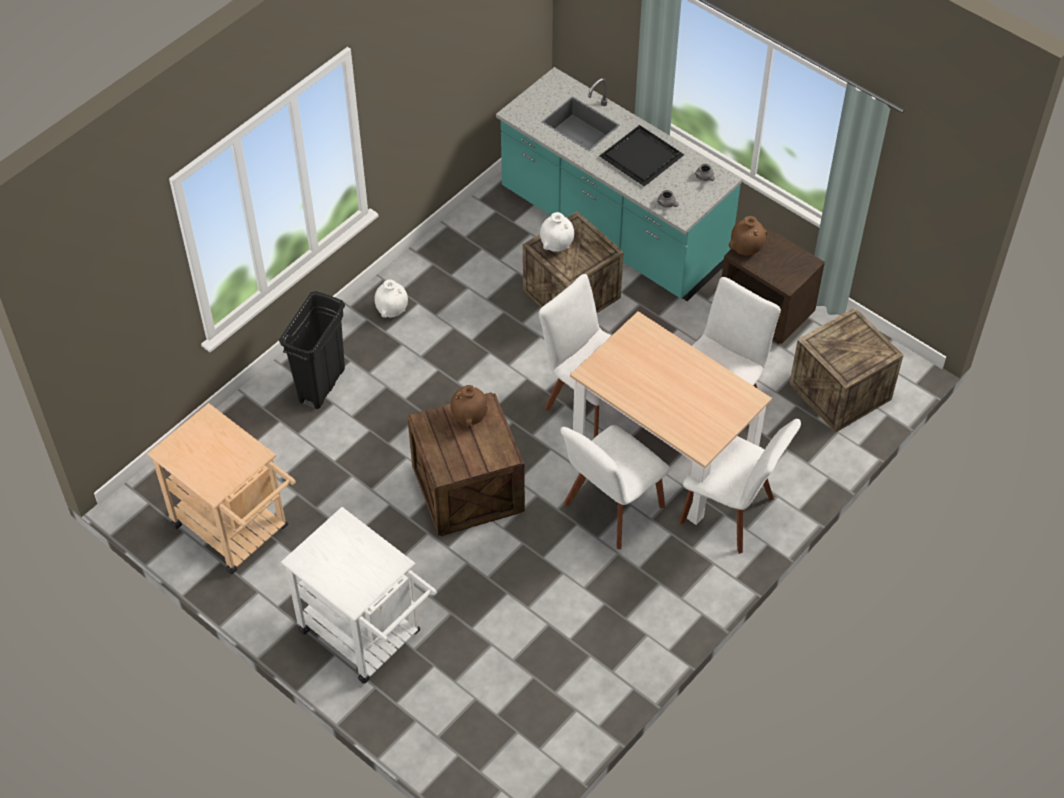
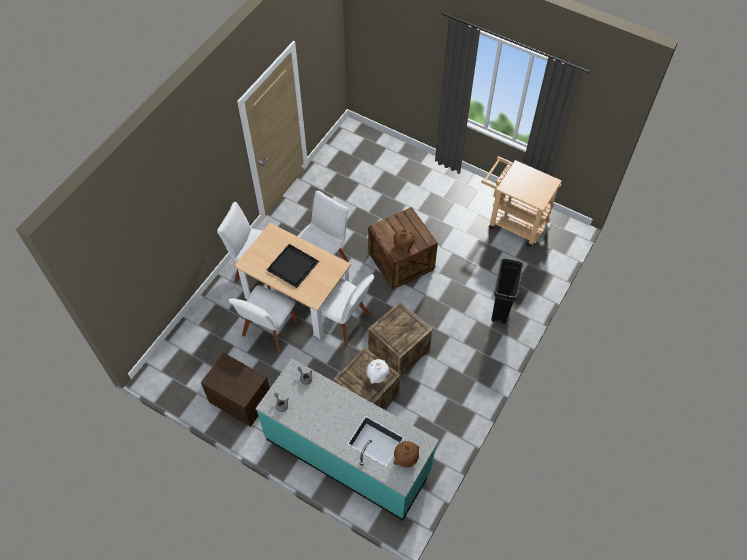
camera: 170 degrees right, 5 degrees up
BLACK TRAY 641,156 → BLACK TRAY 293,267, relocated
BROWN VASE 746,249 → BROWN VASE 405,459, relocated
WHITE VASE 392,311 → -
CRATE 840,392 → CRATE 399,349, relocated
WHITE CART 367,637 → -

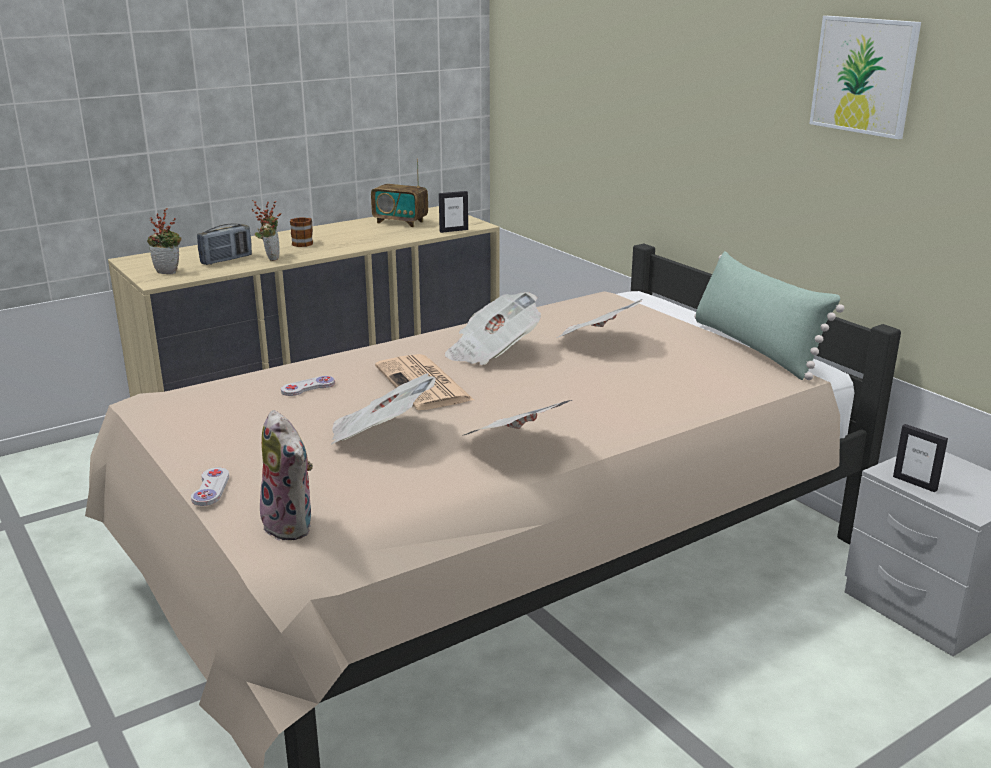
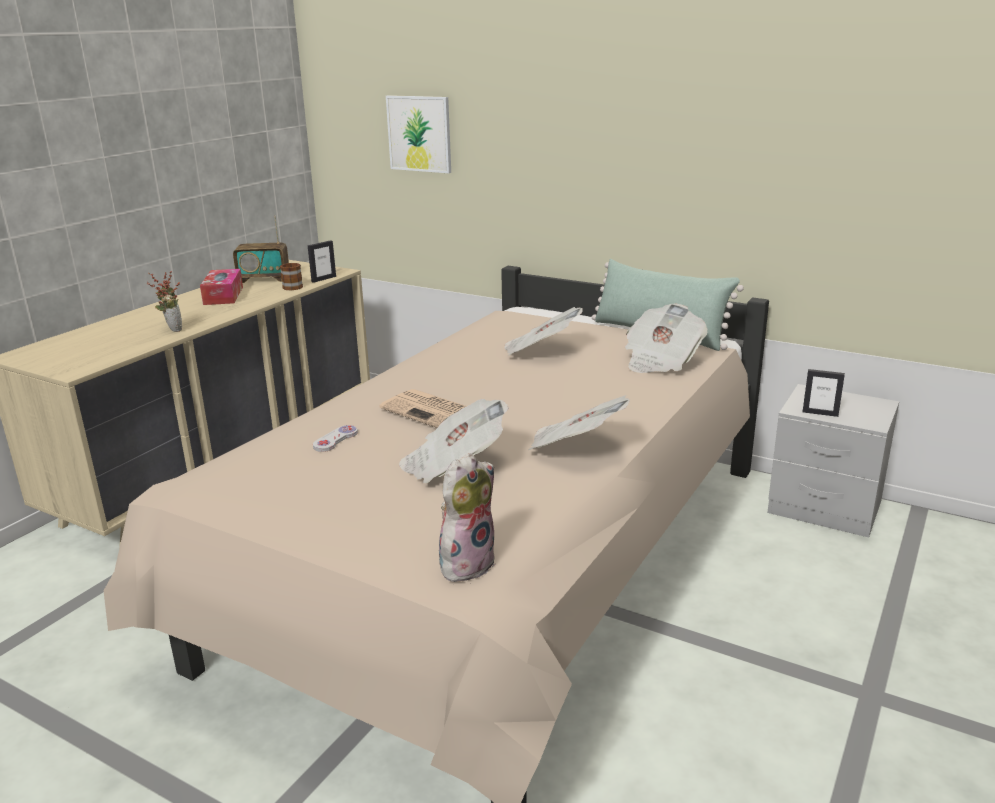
camera: 25 degrees left, 0 degrees up
PICTURE 864,75 → PICTURE 419,133, relocated
POTTED PLANT 169,272 → -
MUG 304,242 → MUG 293,286, relocated
RADIO 226,260 → -
NEWSPAPER 492,352 → NEWSPAPER 660,361, relocated
PLUSH TOY 292,525 → PLUSH TOY 466,563, 75 degrees counterclockwise
WHITE GAME CONTROLLER 211,488 → -
- → TISSUE BOX 223,295

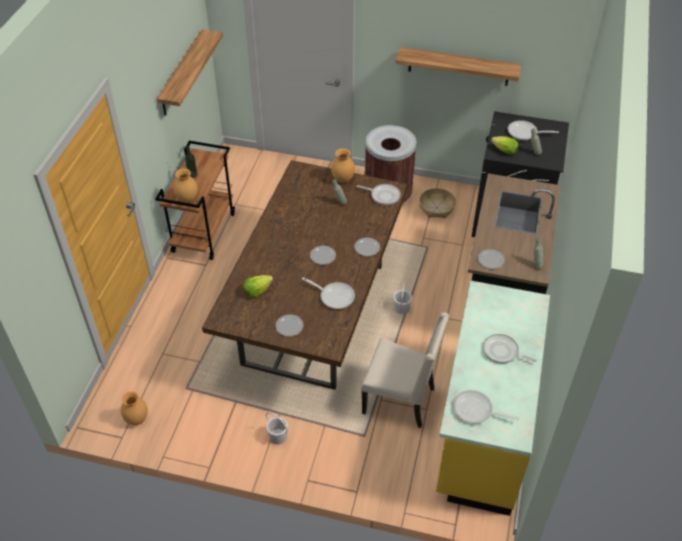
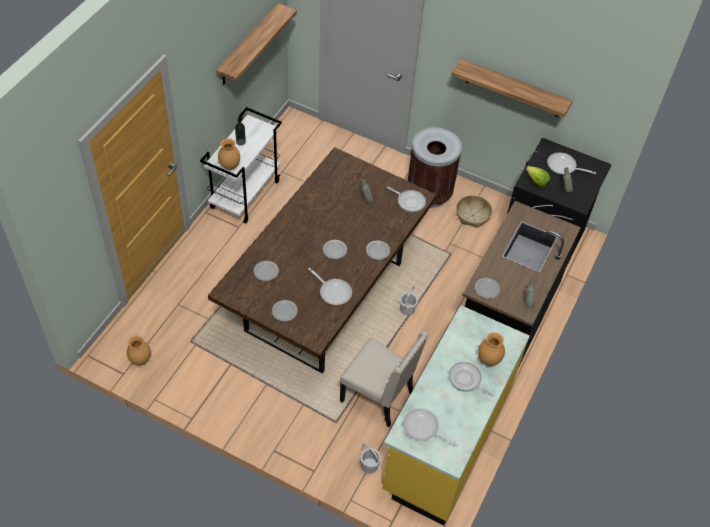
camera: 10 degrees right, 5 degrees up
BROWN CART 203,232 → WHITE CART 245,194
BROWN VASE 342,180 → BROWN VASE 488,360, relocated
LETTUCE 257,291 → PLATE 265,271
WHITE BUCKET 278,436 → WHITE BUCKET 369,465, relocated

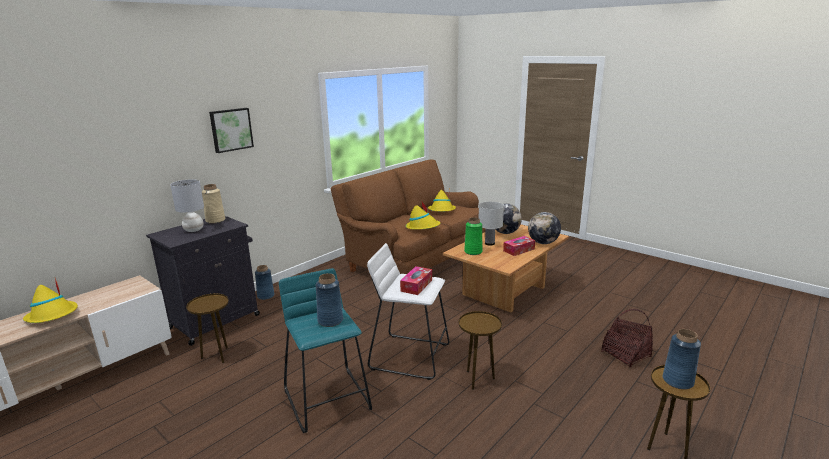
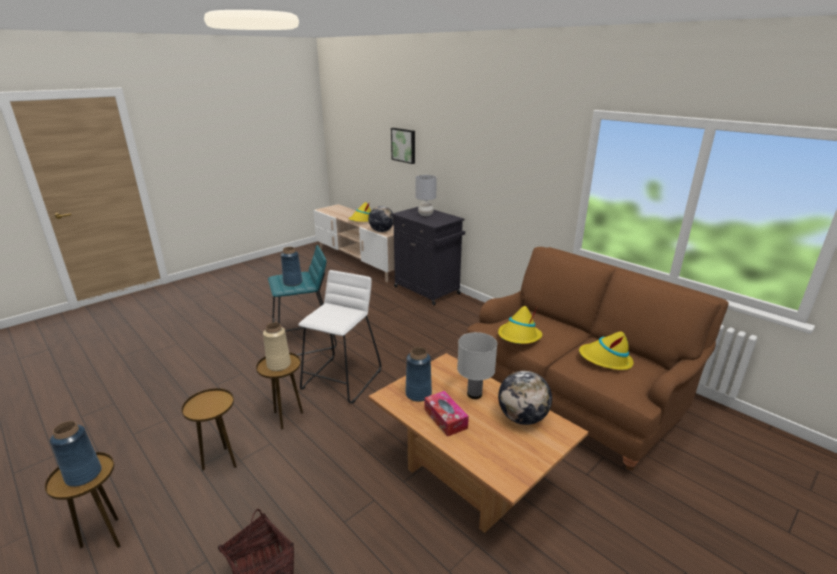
camera: 95 degrees right, 5 degrees up
PICTURE 231,129 → PICTURE 404,145, relocated
BEIGE VASE 215,220 → BEIGE VASE 279,365, relocated
GLOBE 543,243 → GLOBE 381,231, relocated
GREEN VASE 473,252 → -
BLUE VASE 266,296 → BLUE VASE 418,394, relocated
TISSUE BOX 416,285 → -
BROWN SIDE TABLE 217,356 → BROWN SIDE TABLE 221,461, relocated

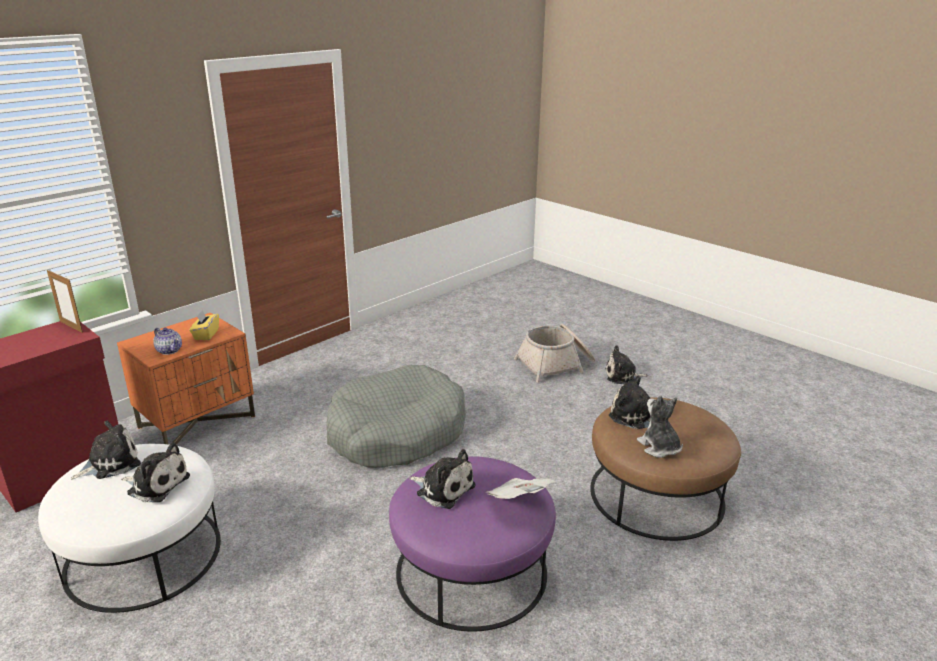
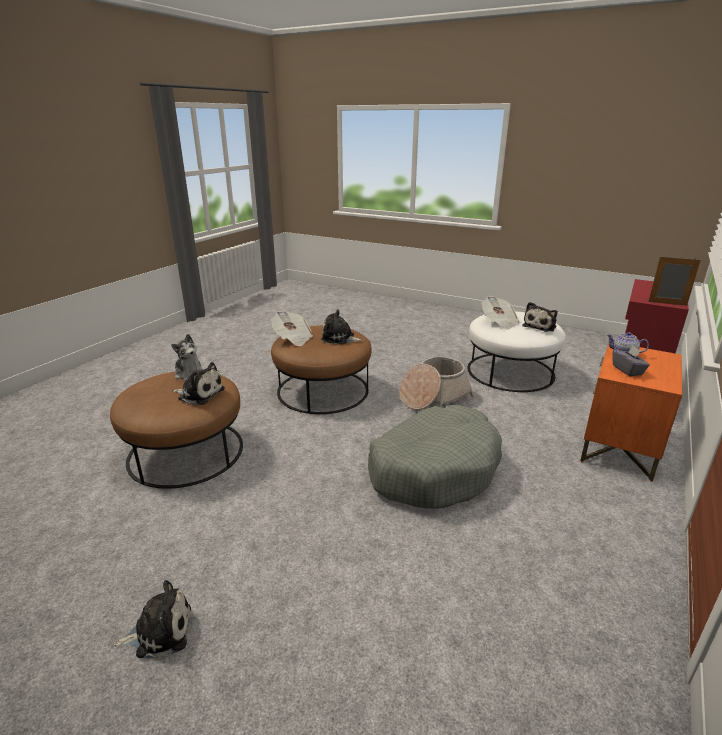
camera: 165 degrees right, 0 degrees up
YELLOW TISSUE BOX 206,334 → GREY TISSUE BOX 627,370
BASKET 556,364 → BASKET 433,397, relocated
PLUSH TOY 156,484 → NEWSPAPER 499,322
PURPLE OTTOMAN 471,570 → BROWN OTTOMAN 323,390

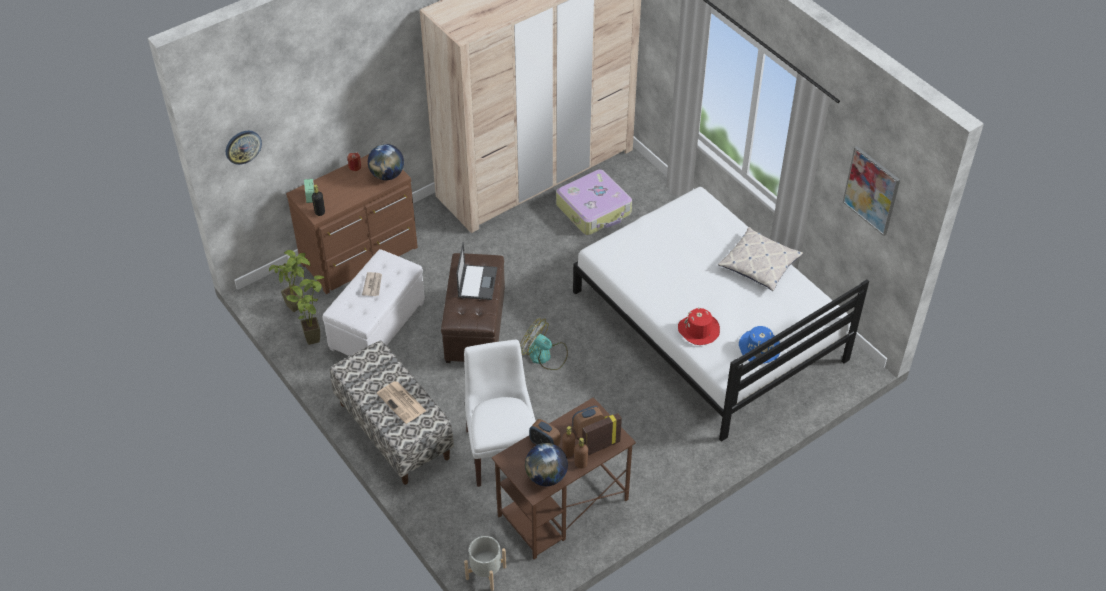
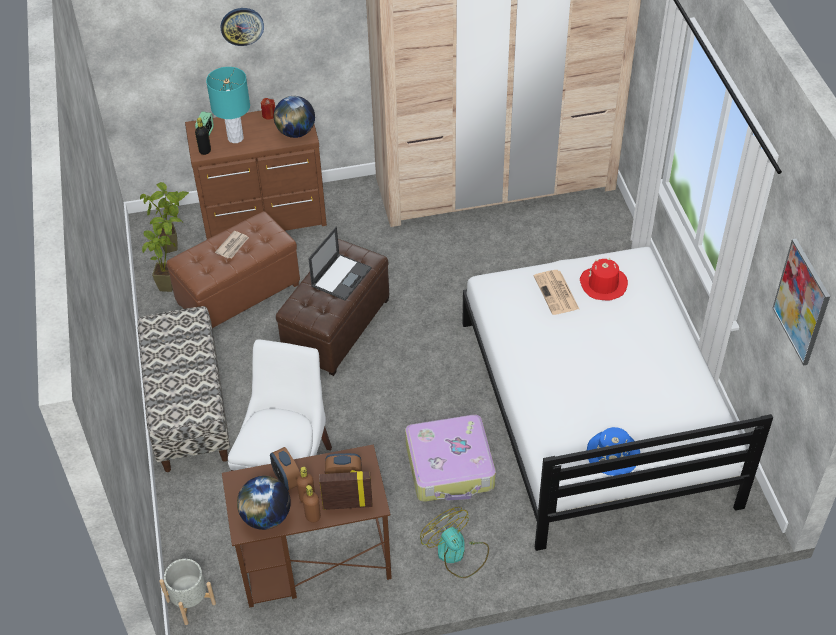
camera: 25 degrees right, 0 degrees up
WALL CLOCK 243,146 → WALL CLOCK 242,26, relocated
SUITCASE 594,210 → SUITCASE 450,467, relocated
PILLOW 759,264 → -
WHITE OTTOMAN 378,326 → BROWN OTTOMAN 239,294
RED HAT 698,330 → RED HAT 603,284, relocated
FAN 545,356 → FAN 456,554, relocated
NEWSPAPER 402,402 → NEWSPAPER 557,293, relocated
- → TURQUOISE TABLE LAMP 236,138

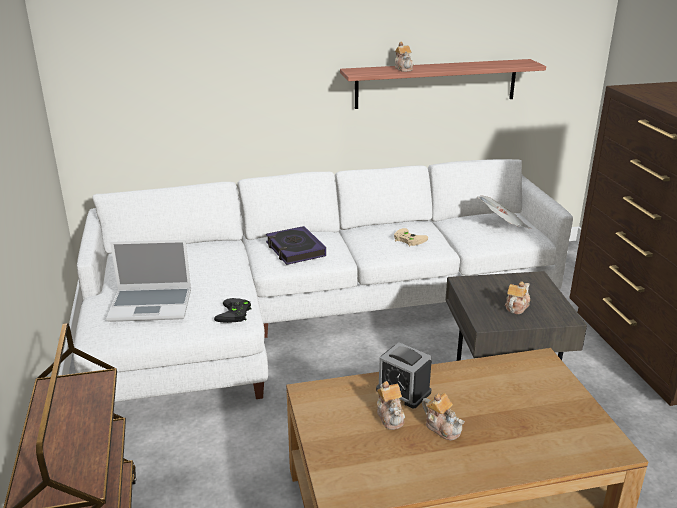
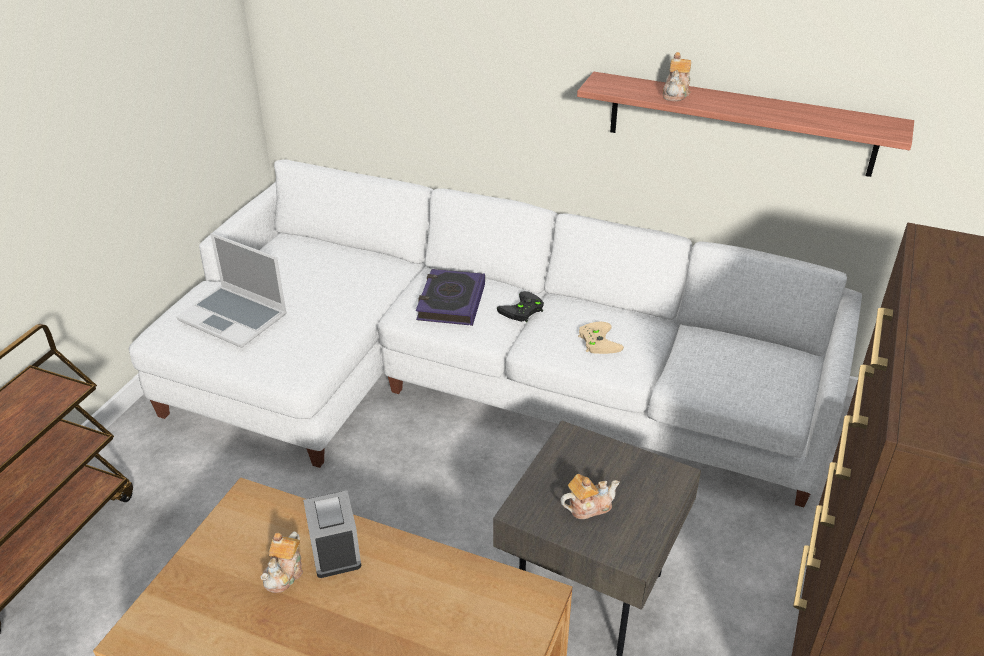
camera: 35 degrees right, 10 degrees up
NEWSPAPER 502,225 → -
BLACK GAME CONTROLLER 235,314 → BLACK GAME CONTROLLER 522,311, relocated
TEAPOT 442,427 → -

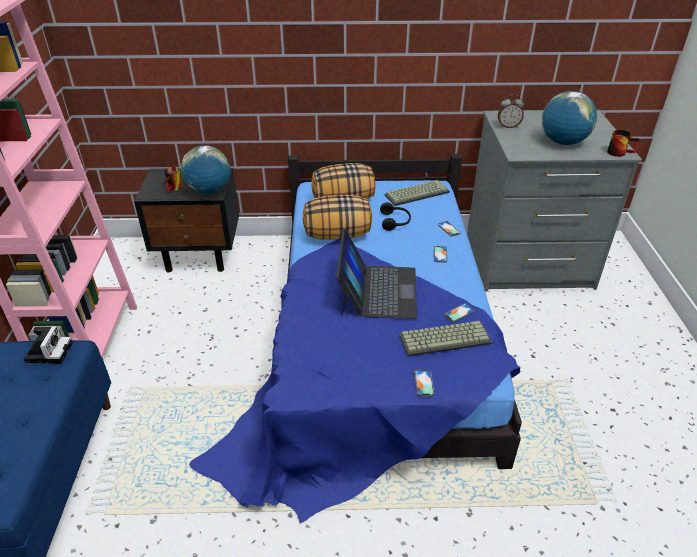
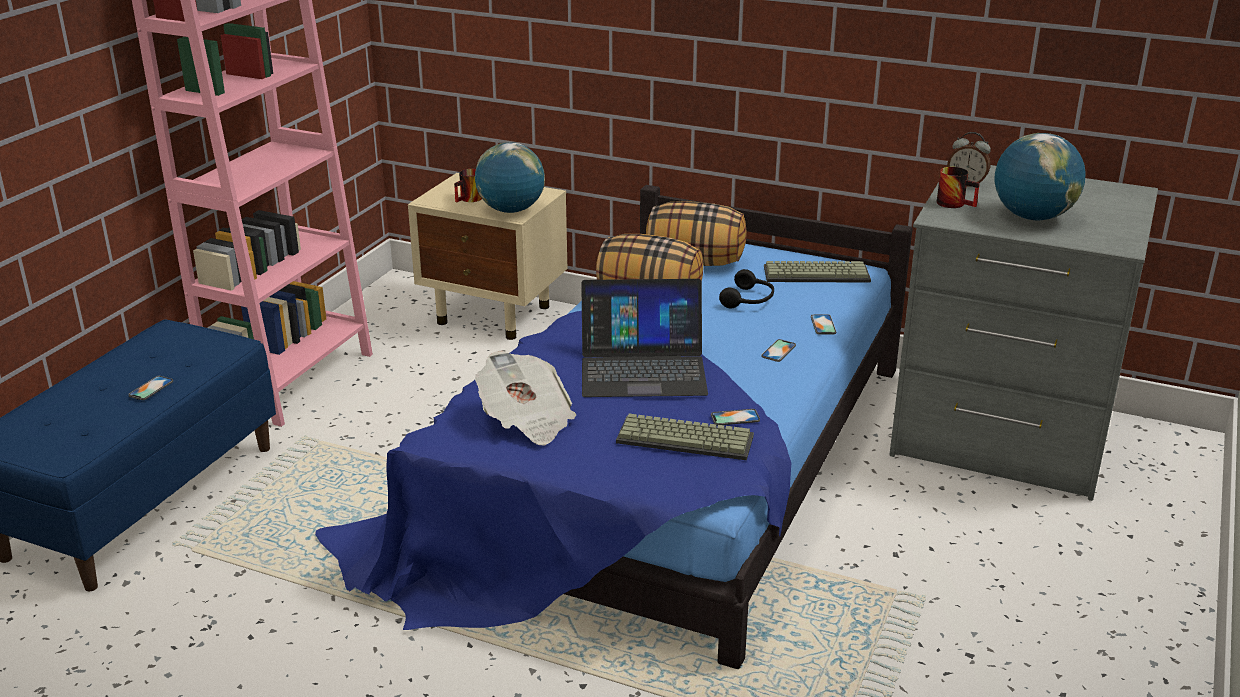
camera: 25 degrees right, 10 degrees down
MUG 619,152 → MUG 956,203, relocated
BLACK NIGHTSTAND 200,255 → BEIGE NIGHTSTAND 495,315
LAPTOP 377,291 → LAPTOP 643,368, 60 degrees clockwise
PHOTO CAMERA 49,351 → -
PHONE 423,383 → PHONE 151,388, relocated
- → NEWSPAPER 526,420

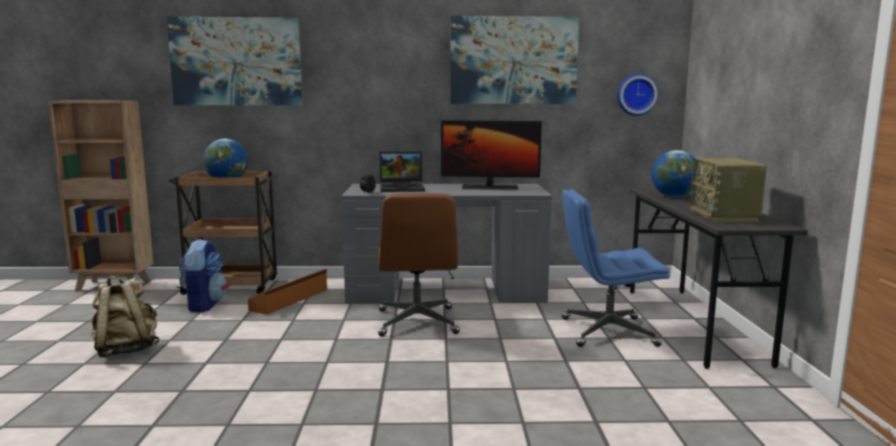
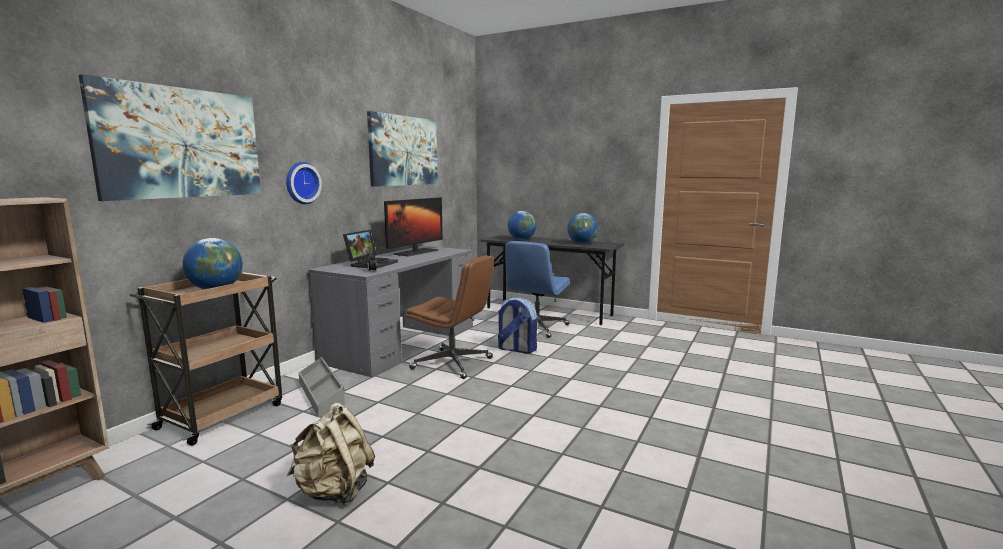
camera: 60 degrees left, 0 degrees up
WALL CLOCK 636,94 → WALL CLOCK 301,183, relocated
RADIO 725,216 → GLOBE 582,243
BACKPACK 204,305 → BACKPACK 516,349, relocated
BROWN STORAGE BOX 290,300 → GREY STORAGE BOX 322,395

